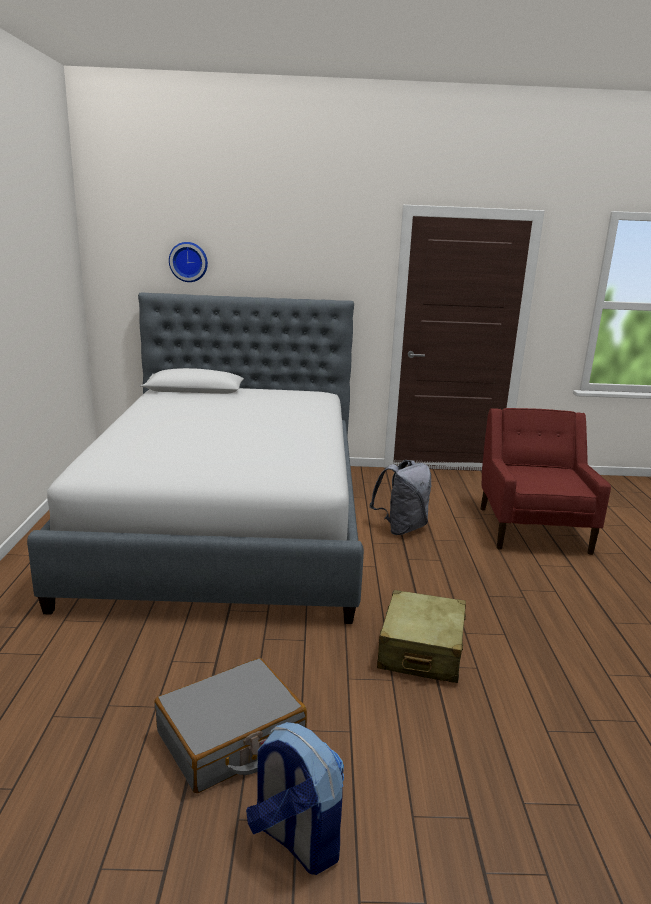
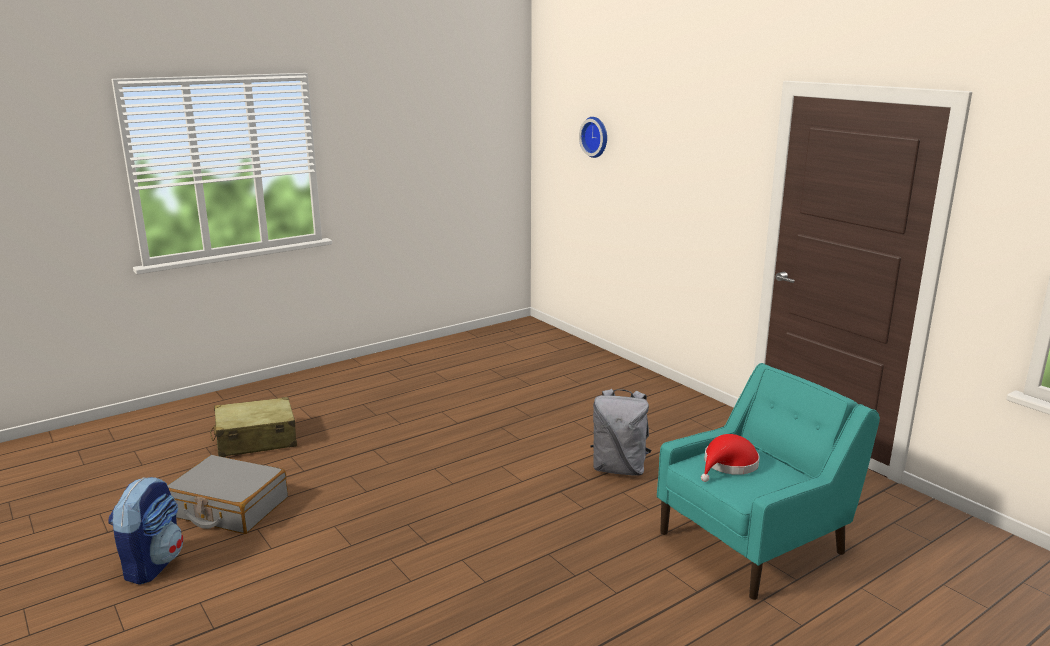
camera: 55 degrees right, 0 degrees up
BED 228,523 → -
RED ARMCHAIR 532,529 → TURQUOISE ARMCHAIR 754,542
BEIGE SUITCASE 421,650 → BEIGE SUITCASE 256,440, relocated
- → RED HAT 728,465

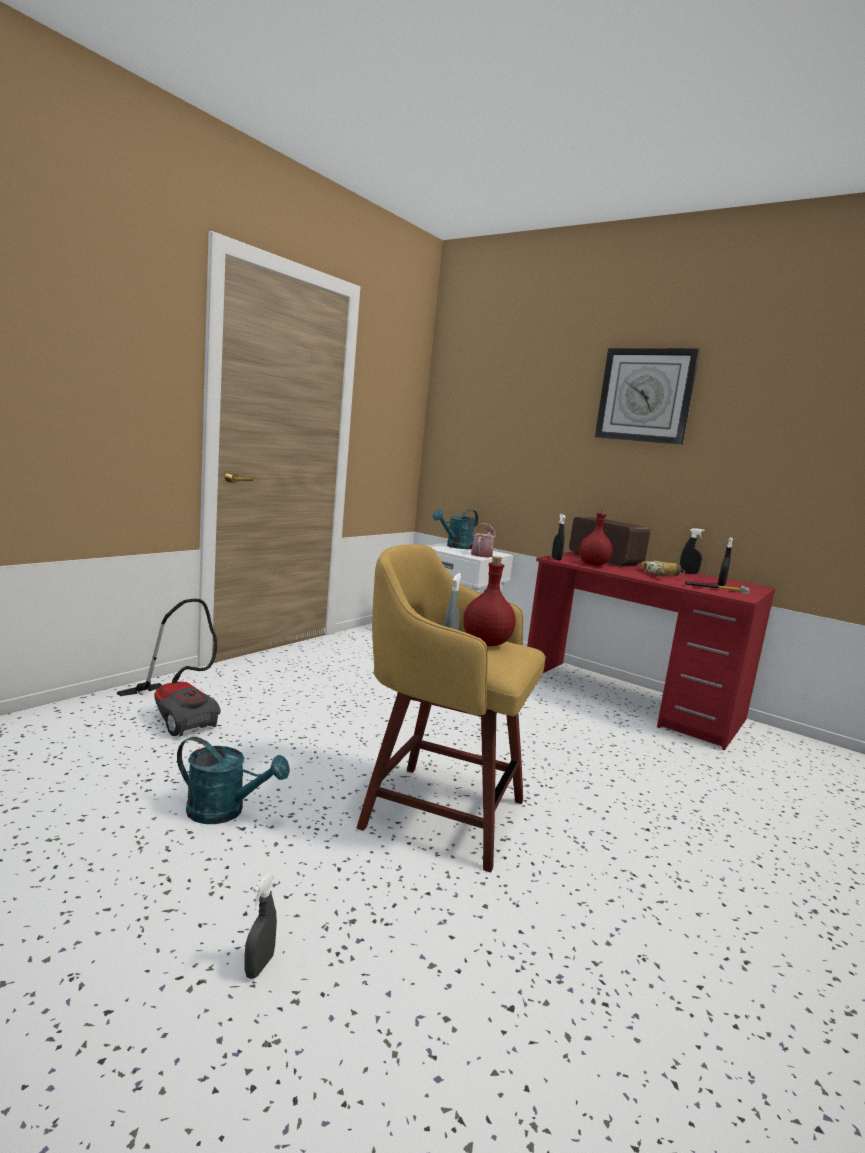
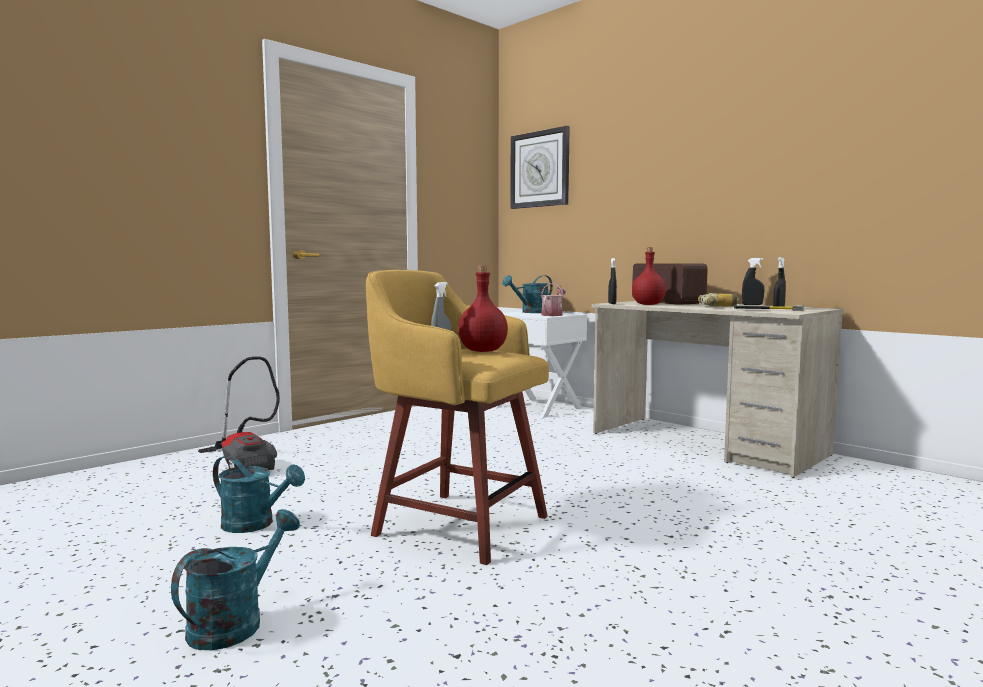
camera: 10 degrees right, 5 degrees down
WALL CLOCK 645,395 → WALL CLOCK 540,169, relocated
RED DESK 631,701 → BEIGE DESK 706,444
GREY SPRAY BOTTLE 259,966 → TURQUOISE WATERING CAN 235,622

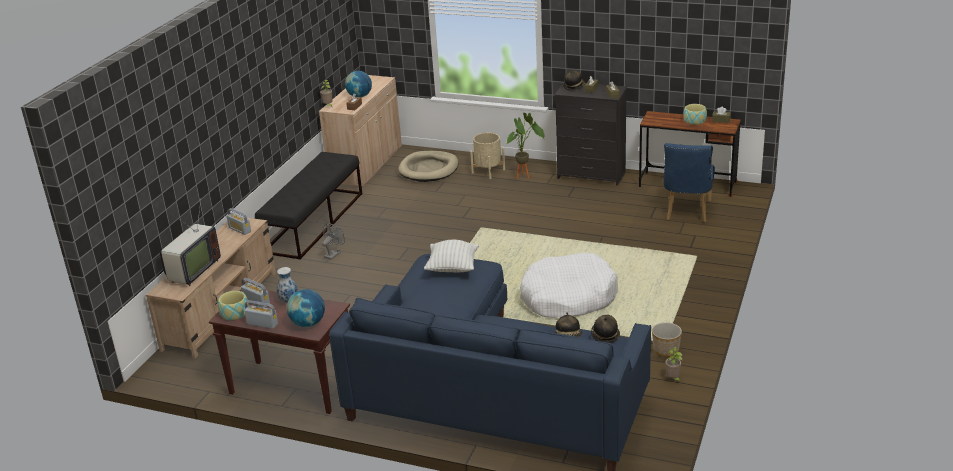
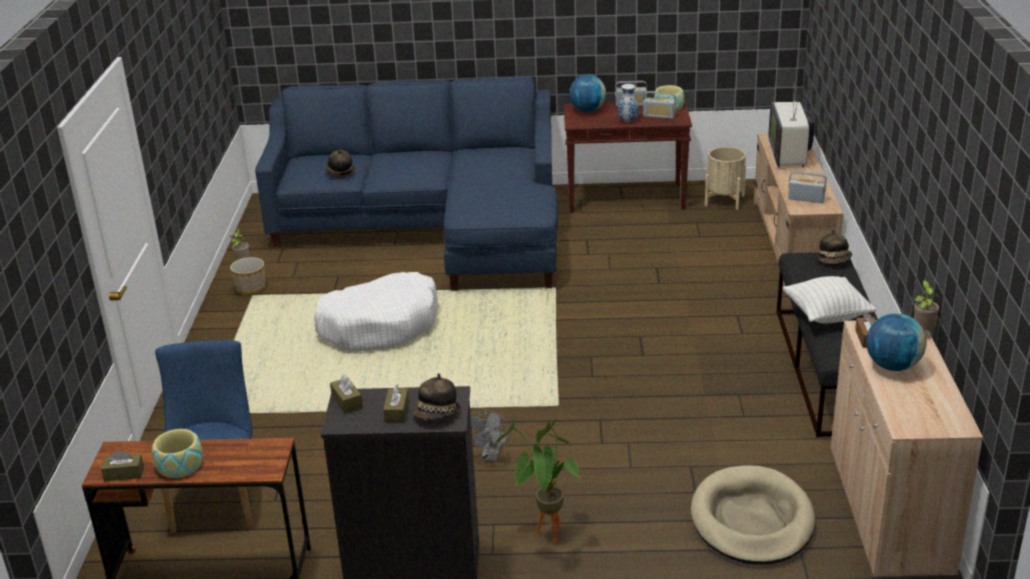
camera: 160 degrees right, 0 degrees up
BEIGE PLANTER 488,171 → BEIGE PLANTER 724,200, relocated
GREY FAN 334,254 → GREY FAN 490,456, relocated
WHITE PILLOW 452,268 → WHITE PILLOW 826,315, relocated
HAT 605,335 → HAT 834,260, relocated

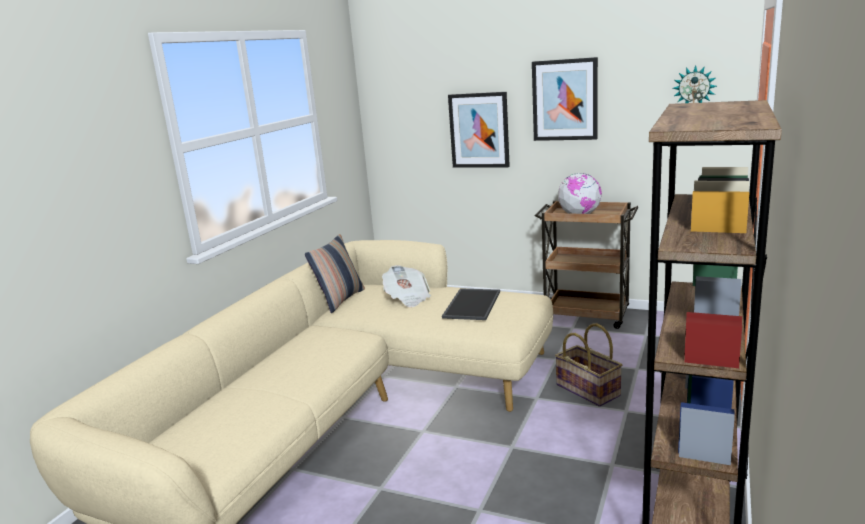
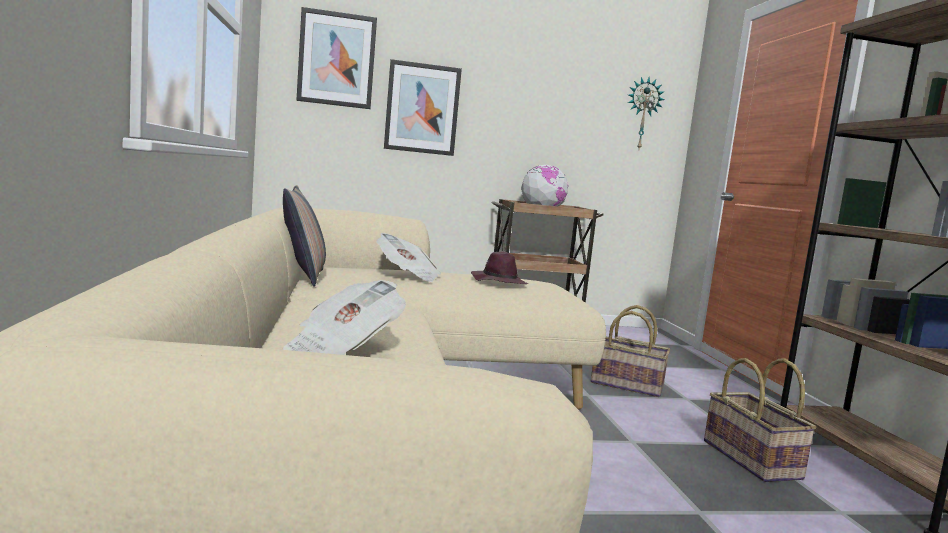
camera: 35 degrees left, 10 degrees down
PICTURE 565,100 → PICTURE 336,59, relocated
TRAY 471,304 → PURPLE HAT 498,282
- → NEWSPAPER 342,348
- → BASKET 752,459

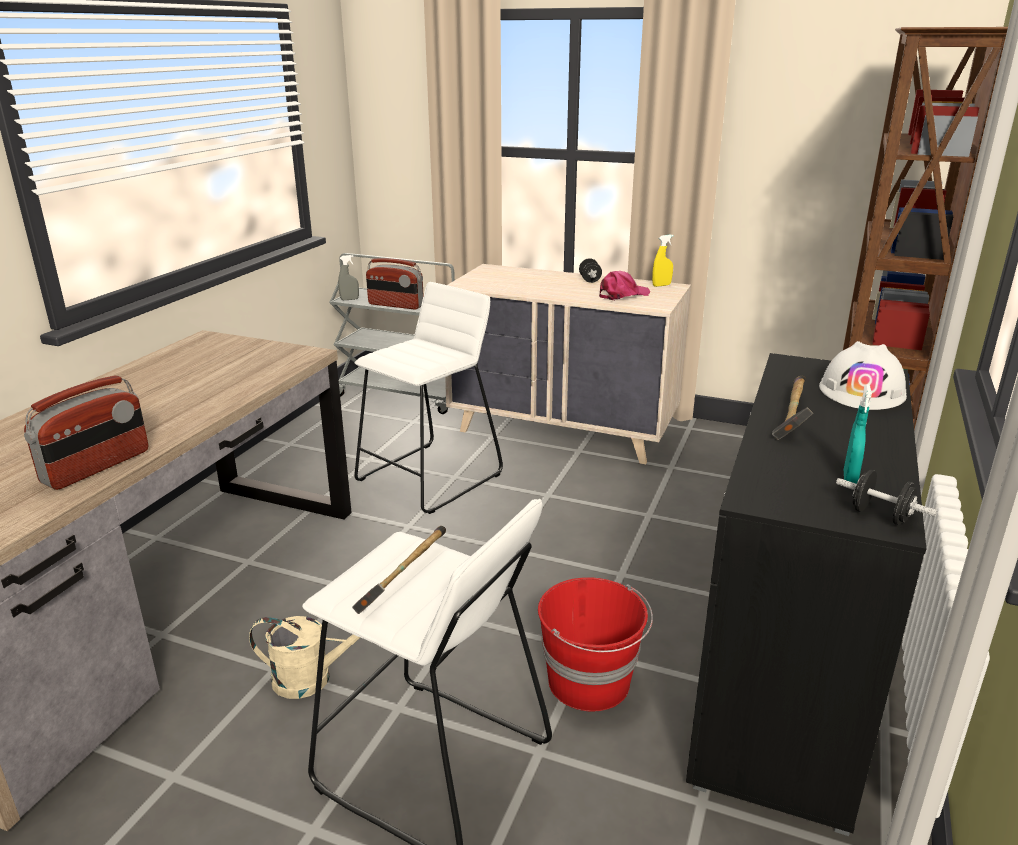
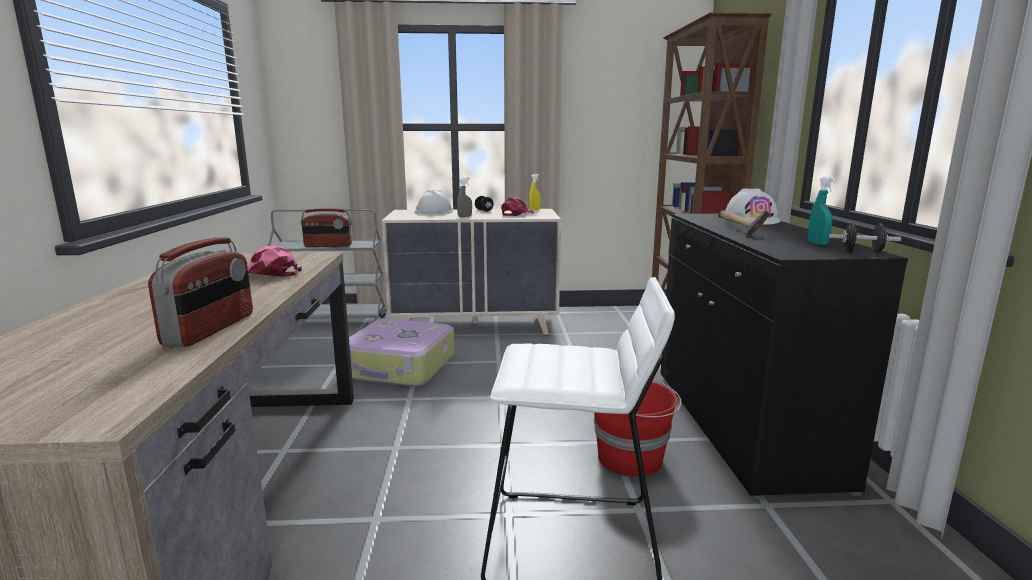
camera: 25 degrees left, 10 degrees down
GREY SPRAY BOTTLE 349,299 → GREY SPRAY BOTTLE 465,216, relocated
WHITE STOOL 430,477 → SUITCASE 399,367
HAMMER 403,580 → -
BEIGE WATERING CAN 313,679 → -
- → WHITE HARD HAT 433,212
- → PINK CAP 268,274

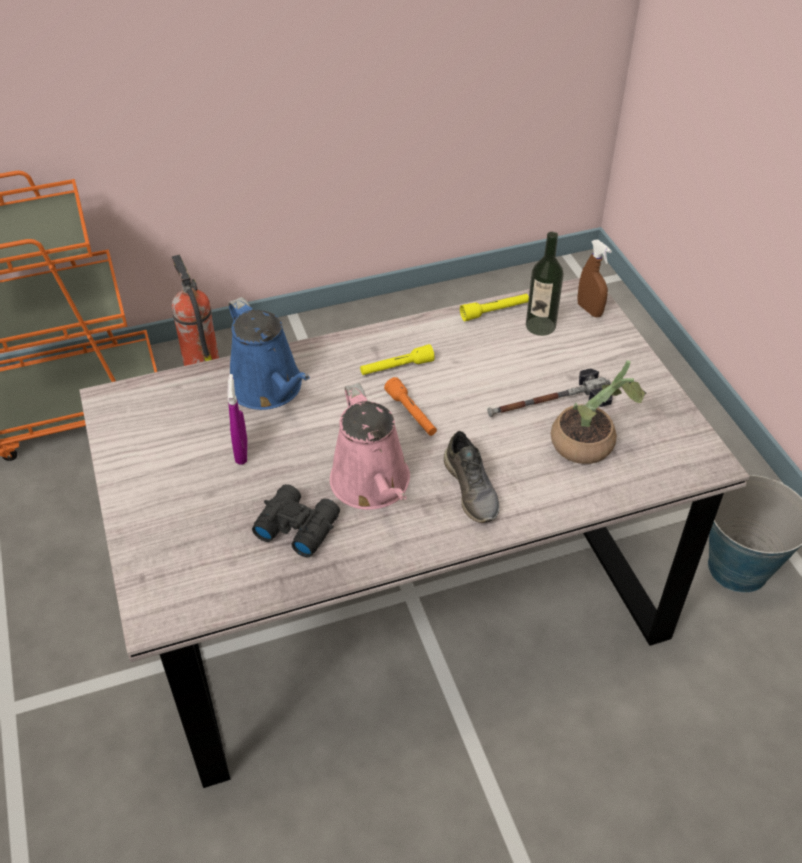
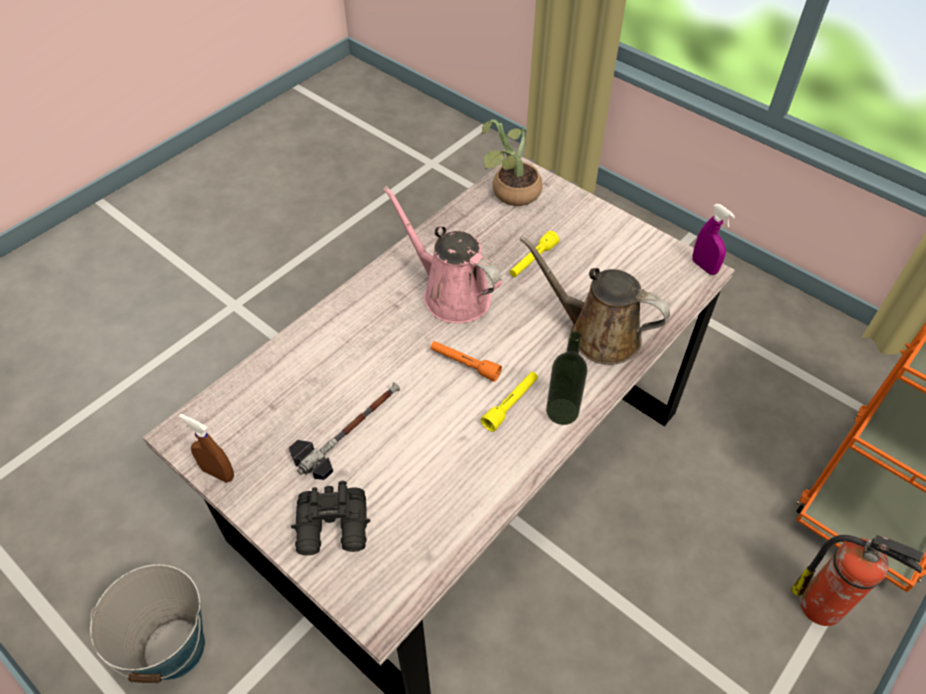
camera: 150 degrees right, 5 degrees up
BOTTLE 540,326 → BOTTLE 562,411, relocated
BROWN SPRAY BOTTLE 589,310 → BROWN SPRAY BOTTLE 218,473, relocated
YELLOW FLASHLIGHT 494,312 → YELLOW FLASHLIGHT 532,260, relocated
BLUE WATERING CAN 269,389 → BROWN WATERING CAN 597,334
POTTED PLANT 590,445 → POTTED PLANT 510,193, relocated
PURPLE SPRAY BOTTLE 241,452 → PURPLE SPRAY BOTTLE 704,267, relocated
GREY SHOE 472,489 → -
BLACK BINOCULARS 296,526 → BLACK BINOCULARS 334,528, relocated

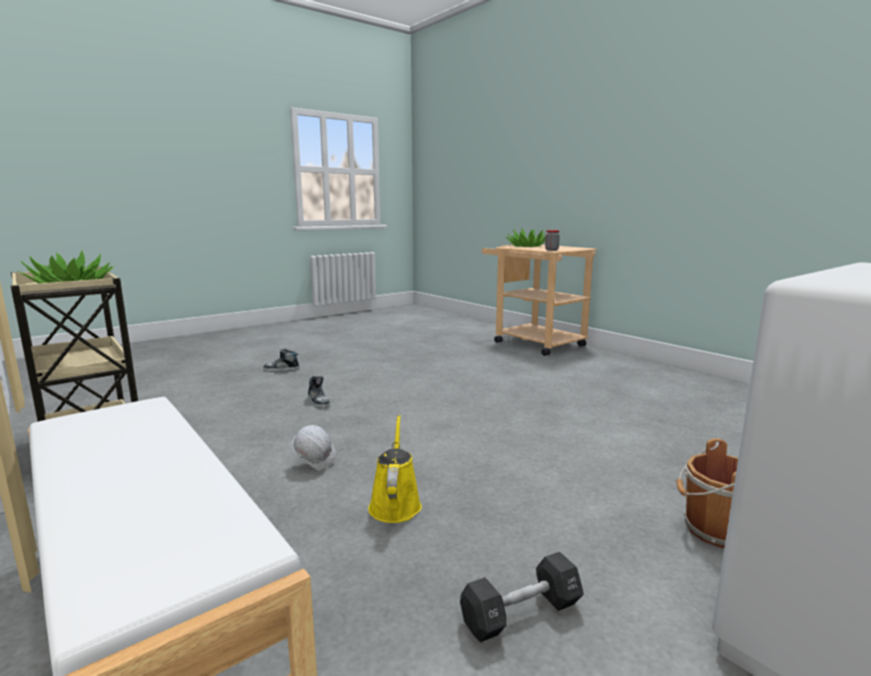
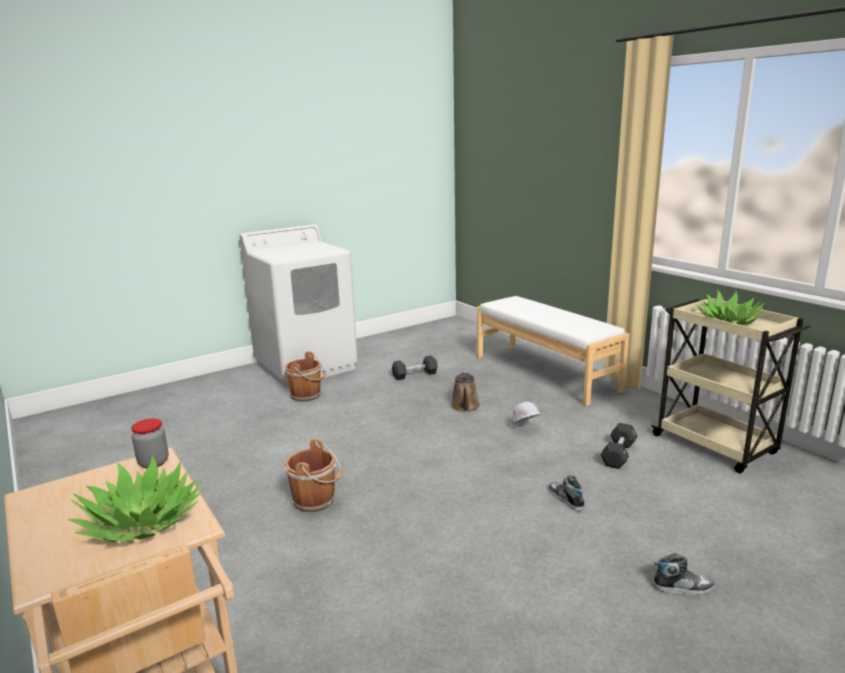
camera: 175 degrees left, 5 degrees up
YELLOW WATERING CAN 395,504 → BROWN WATERING CAN 465,407
- → BLACK DUMBBELL 618,454
- → BROWN BUCKET 316,500

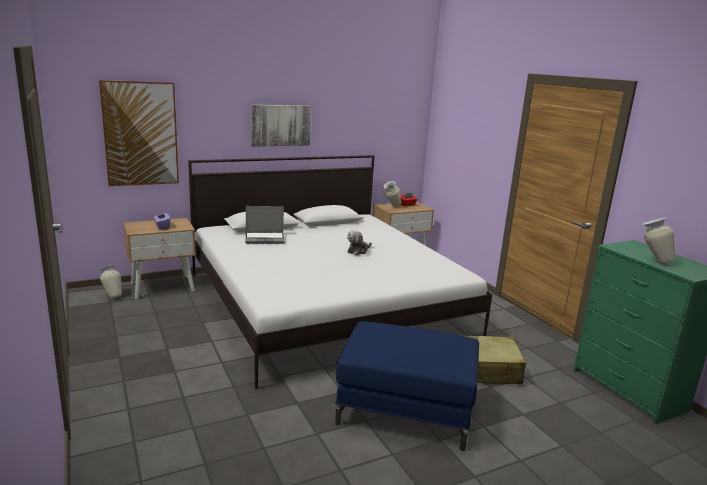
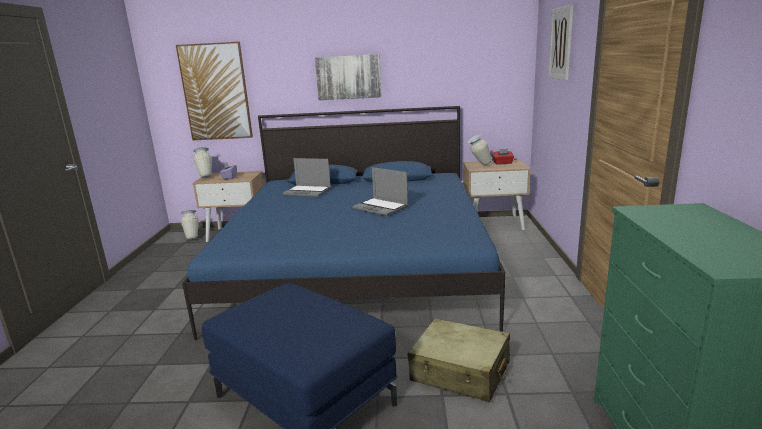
camera: 30 degrees right, 0 degrees up
WHITE BED 326,304 → BLUE BED 358,265
VASE 652,261 → VASE 206,176, relocated
PLUSH TOY 358,251 → LAPTOP 381,208
- → PICTURE 561,43

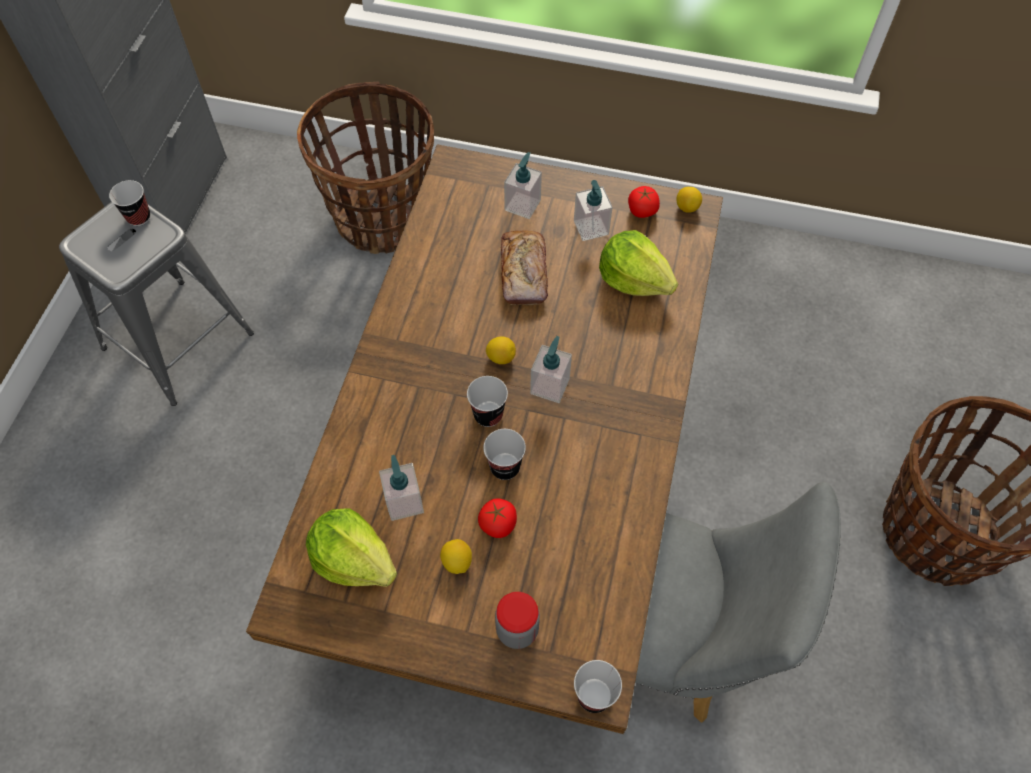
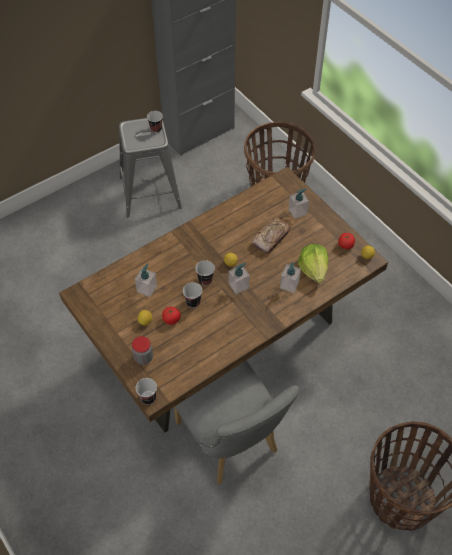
camera: 40 degrees right, 5 degrees down
SOAP DISPENSER 591,227 → SOAP DISPENSER 289,285, relocated
LETTUCE 353,559 → -

